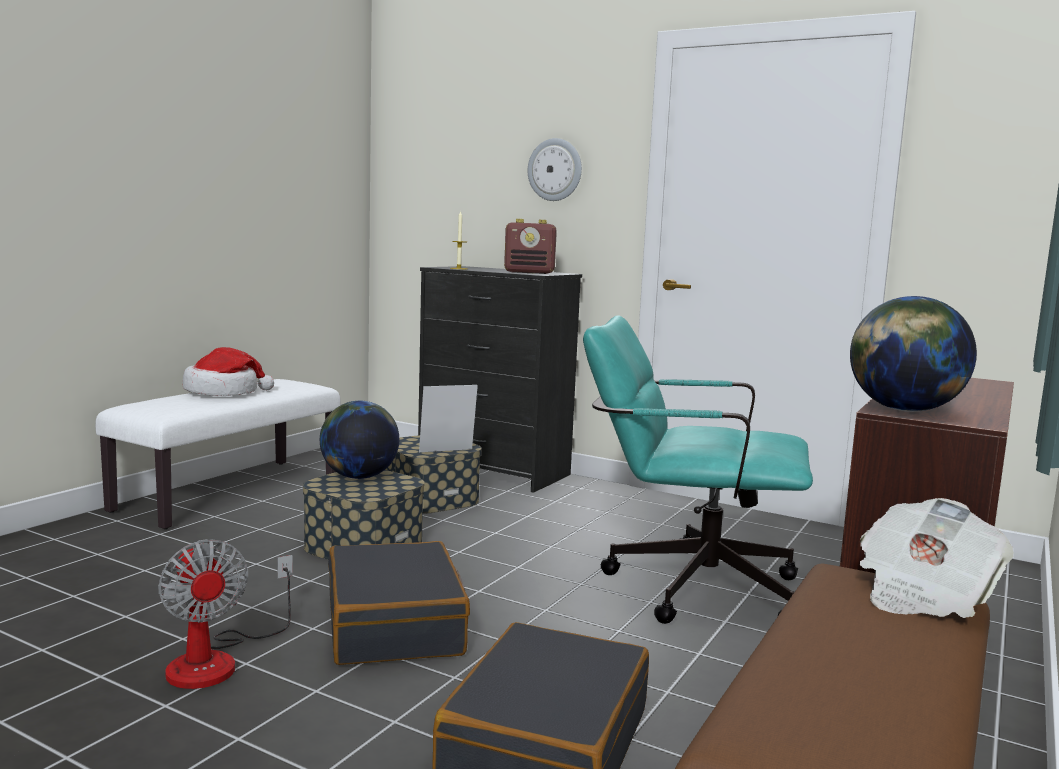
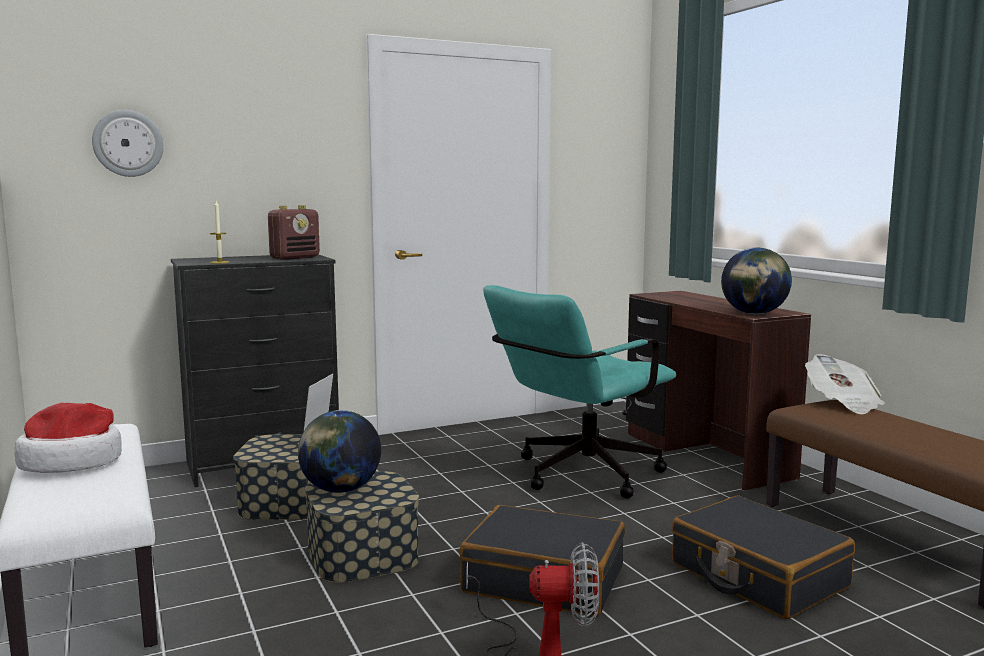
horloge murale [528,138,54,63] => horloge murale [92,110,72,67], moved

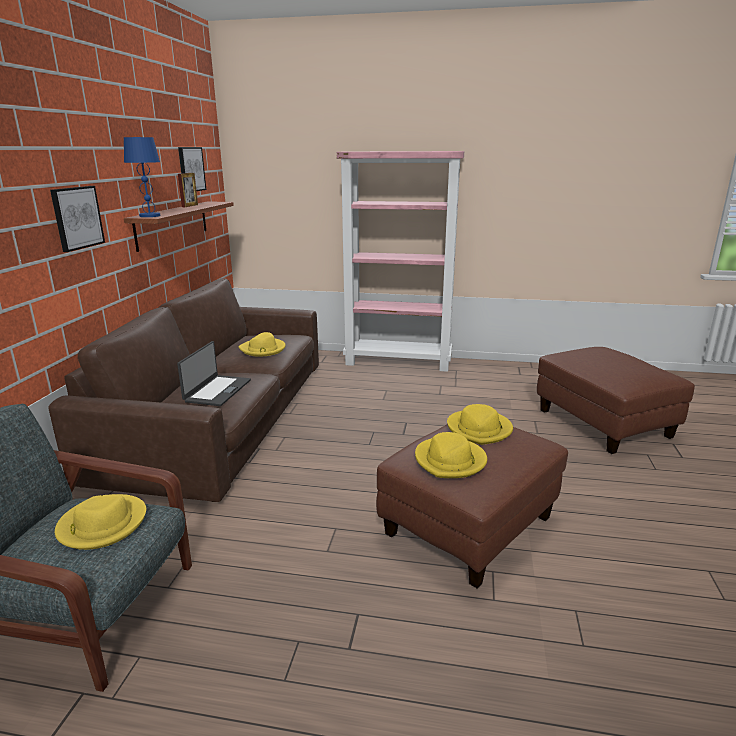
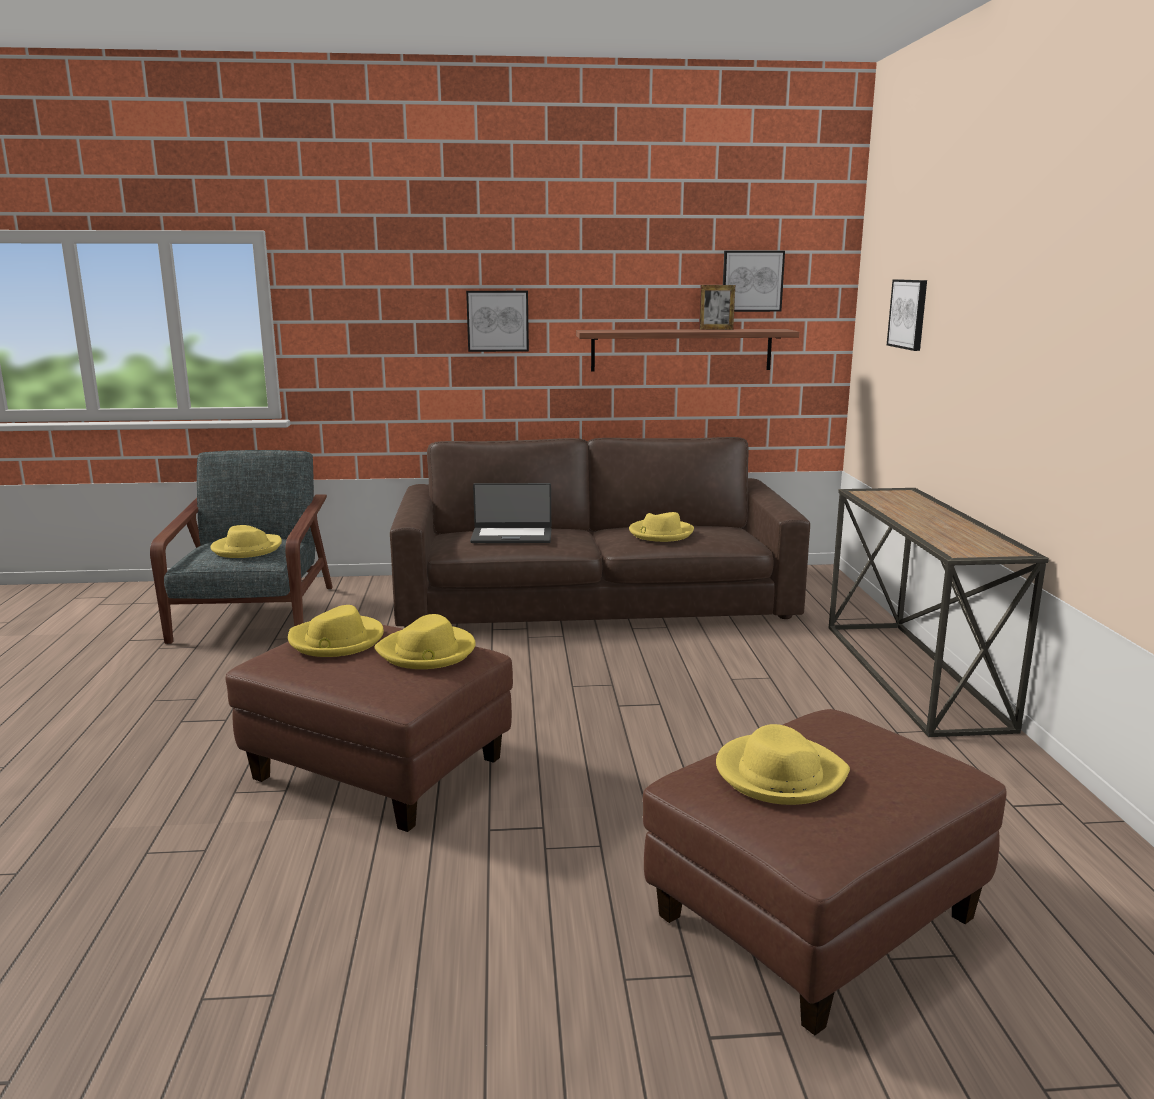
lampe de table/bleu [124,137,37,80] => nothing
bibliothèque/rose [337,151,127,221] => table console [829,488,220,249]
nothing => tableau [887,279,40,72]
nothing => chapeau/jaune [716,724,134,81]

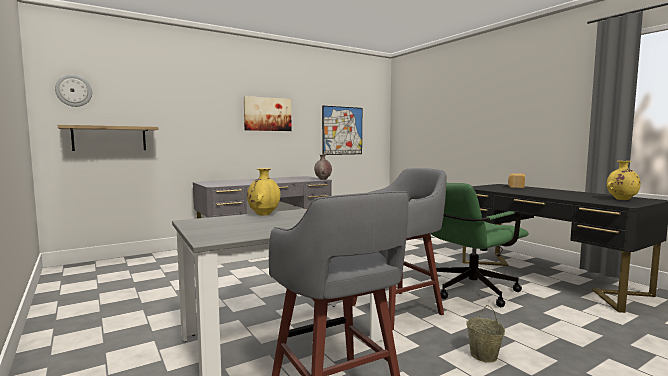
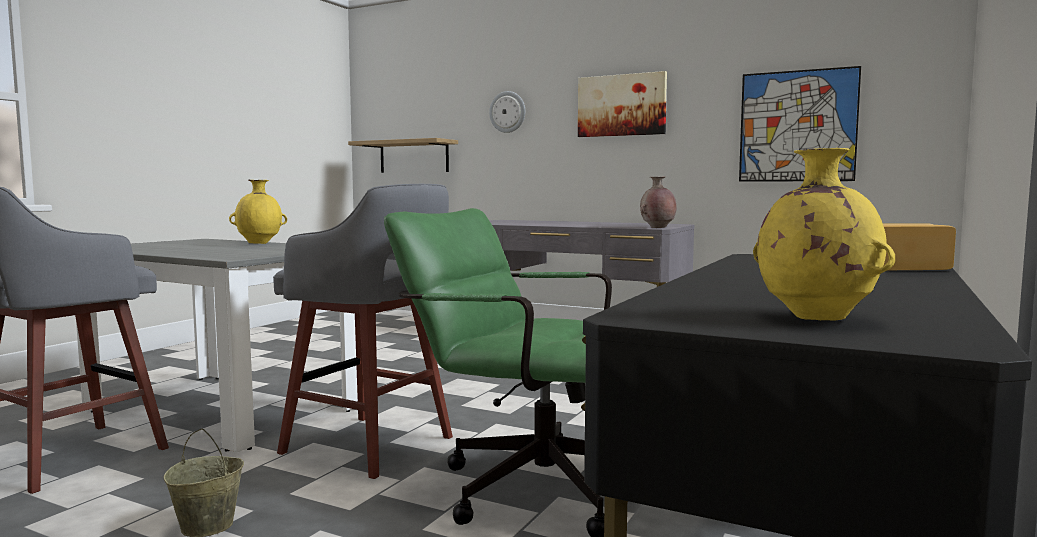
horloge murale [55,75,37,32] => horloge murale [489,91,36,42], moved

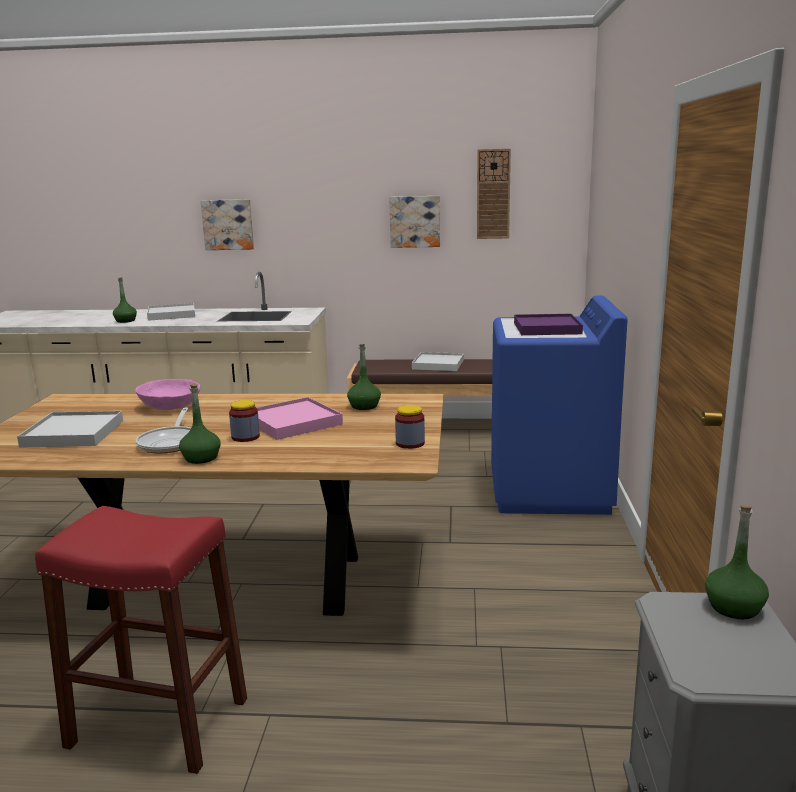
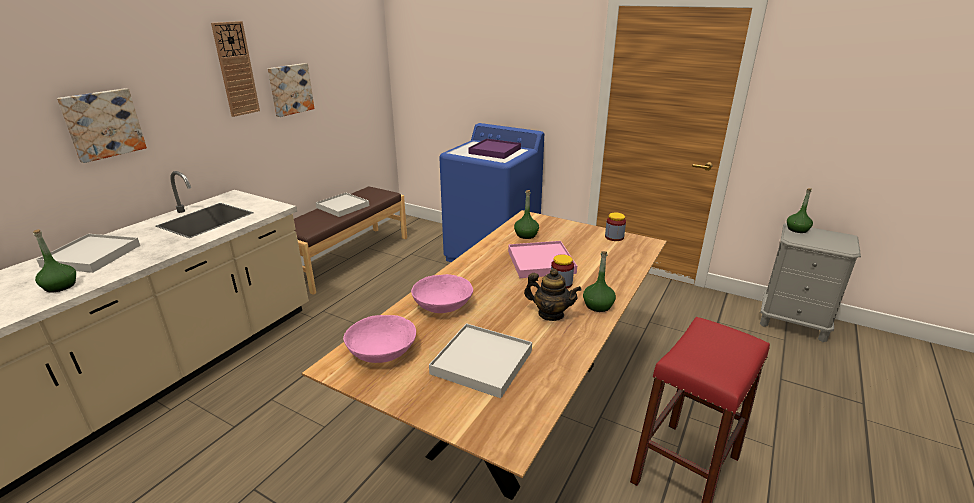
horloge murale [477,148,34,91] => horloge murale [211,21,49,96], moved
poêle [136,407,55,46] => théière [524,269,58,52]
nothing => bol/rose [343,315,73,48]

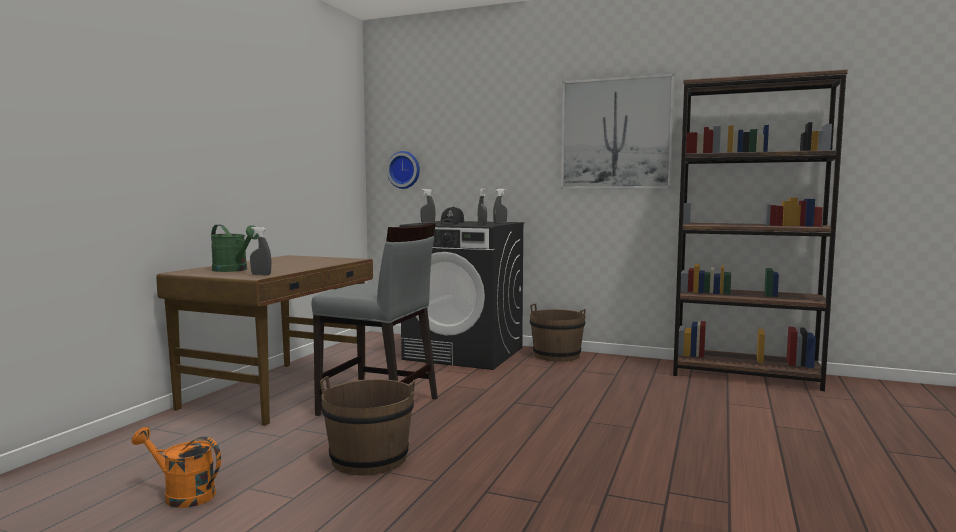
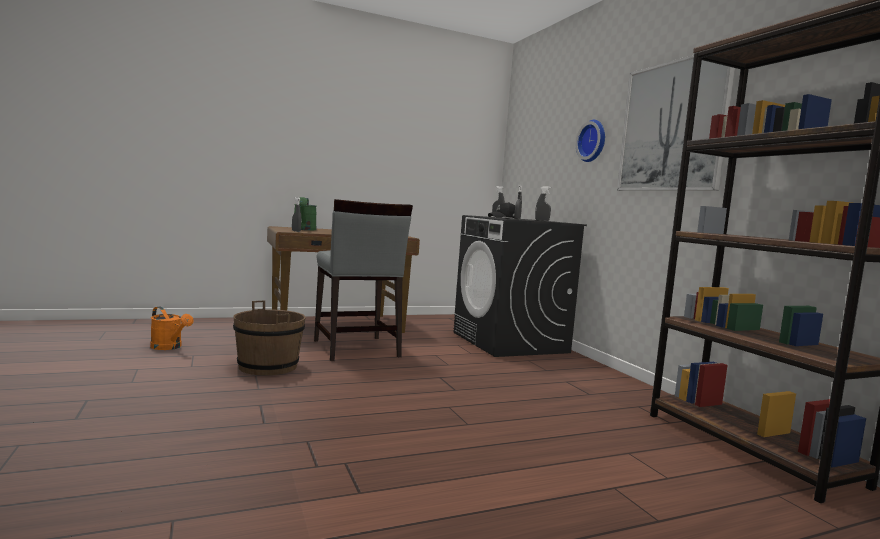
horloge murale [387,151,33,38] => horloge murale [576,120,29,42], moved
seau/marron [530,303,56,59] => nothing
arrosoir/orange [132,427,89,81] => arrosoir/orange [150,307,43,43], 150 degrees clockwise

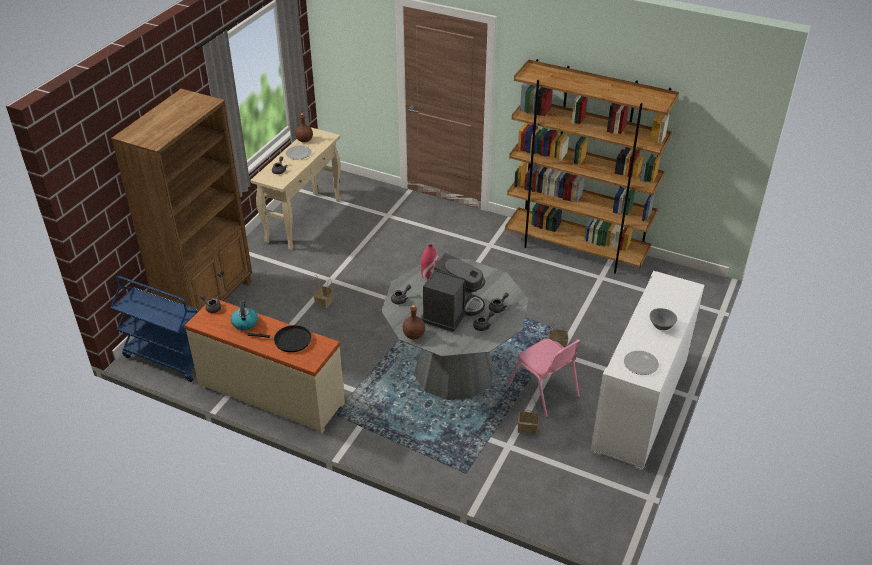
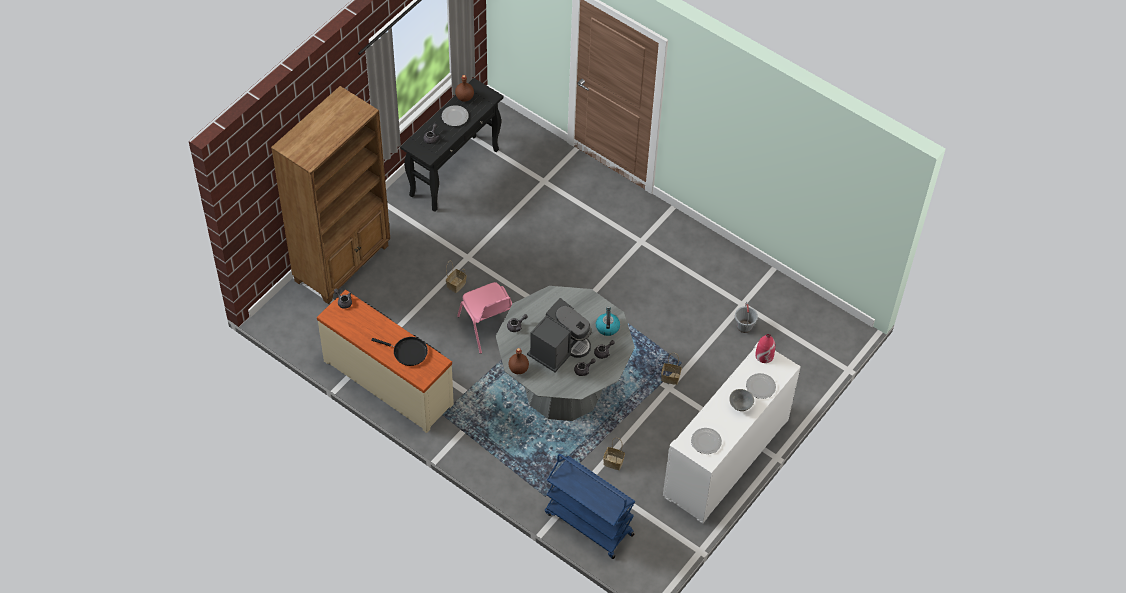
bibliothèque/marron [505,59,174,215] => nothing
table console/beige [250,127,91,123] => table console/noir [400,78,103,134]
vase/rouge [421,244,18,36] => vase/rouge [755,334,20,29], moved
chariot/bleu [110,276,89,106] => chariot/bleu [545,454,90,105], moved
bouilloire [231,301,27,29] => bouilloire [596,307,24,29], moved
chaise/rose [507,338,73,80] => chaise/rose [457,282,55,72], moved
nothing => seau/gris [735,302,23,31]
nothing => assiette [746,373,30,26]

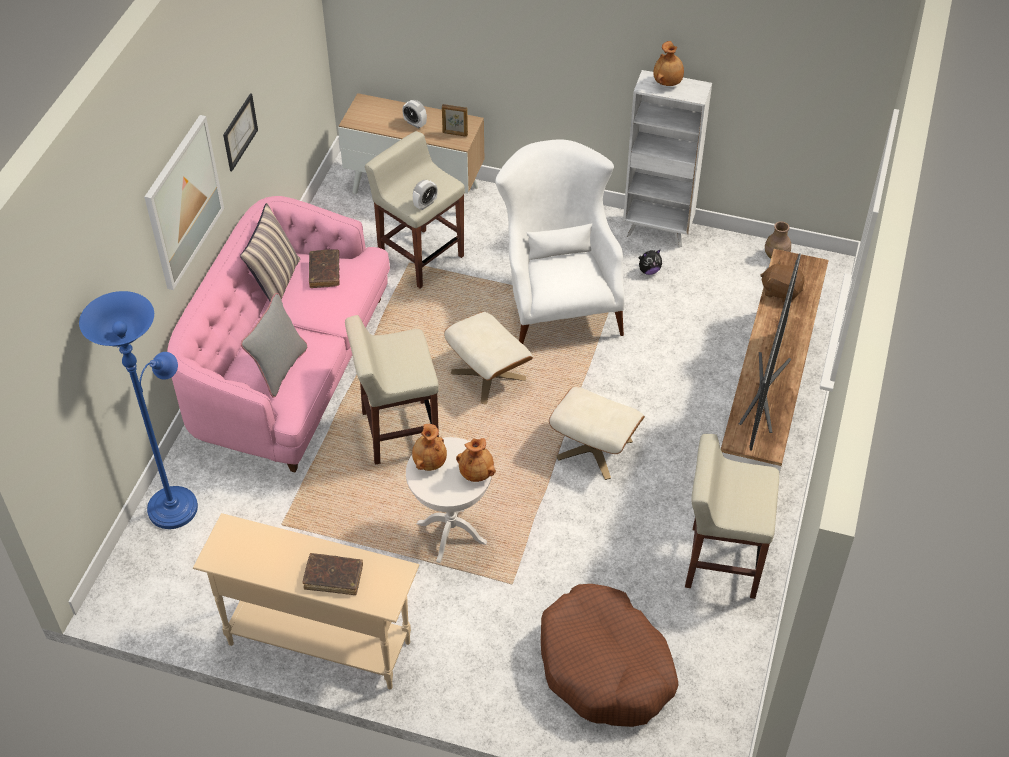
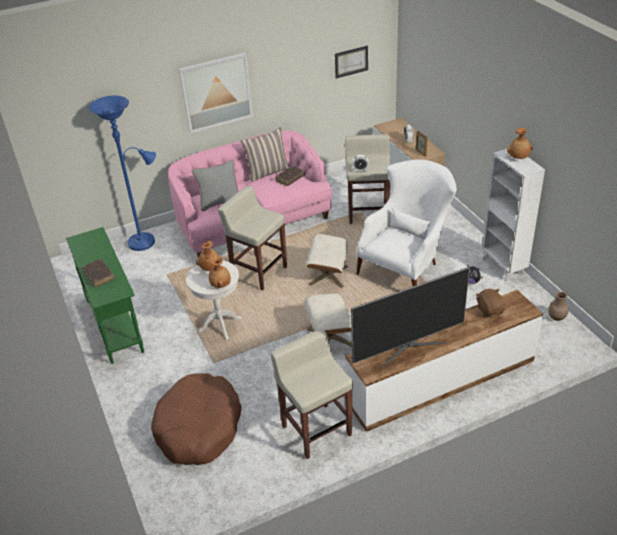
tableau [223,94,35,77] => tableau [335,46,33,33], moved
table console/beige [193,513,226,177] => table console/vert [66,227,78,137]

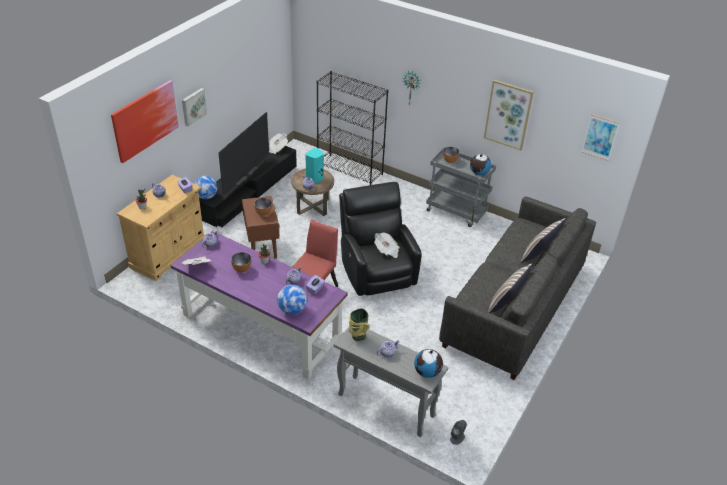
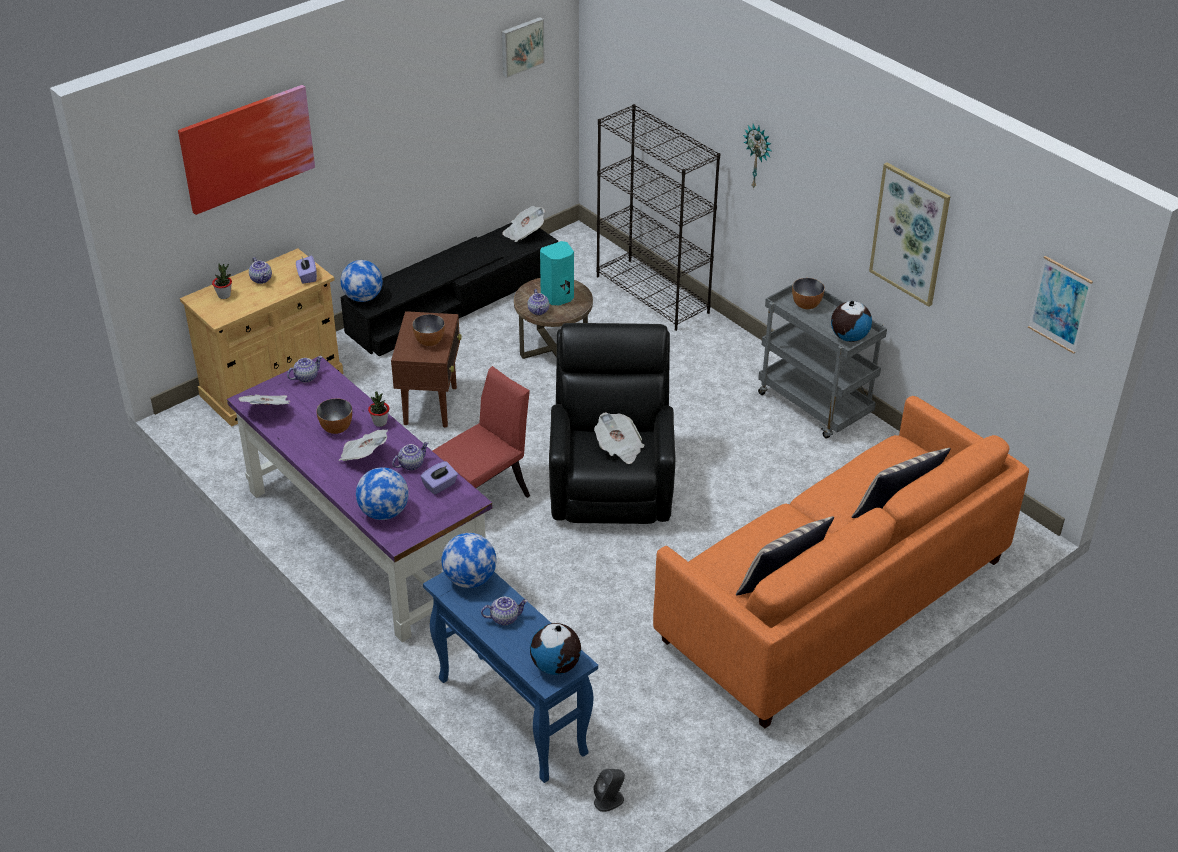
tableau [182,88,25,39] => tableau [502,17,43,61], moved
téléviseur [218,112,51,83] => nothing
canapé/gris [439,196,157,184] => canapé/orange [653,396,376,333]
vase [349,308,21,33] => globe [441,533,55,55]
table console/gris [334,327,114,110] => table console/bleu [423,572,175,211]
nothing => journal [339,429,49,32]

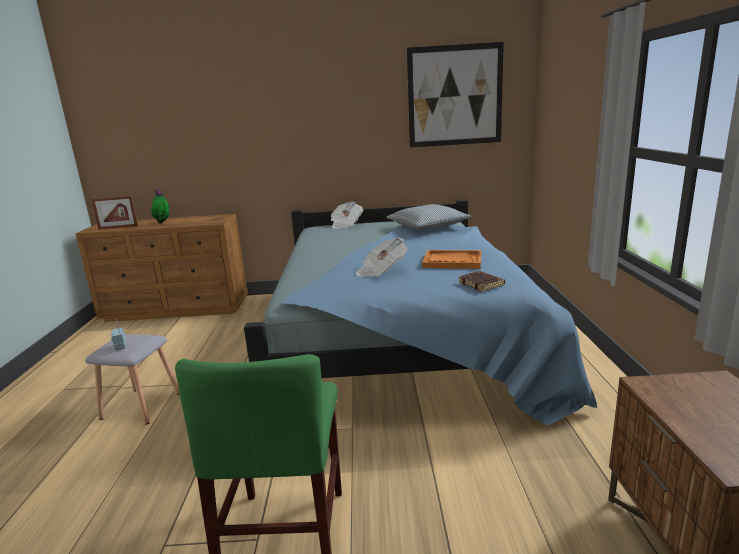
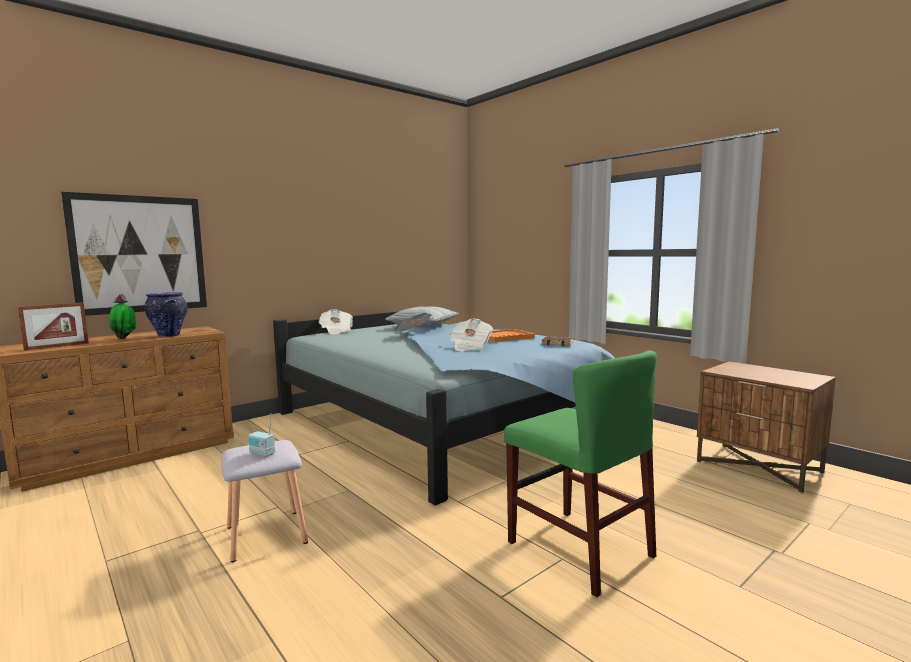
tableau [407,42,97,106] => tableau [61,192,146,124], moved
nothing => vase [145,292,43,45]
nothing => journal [394,313,37,18]

